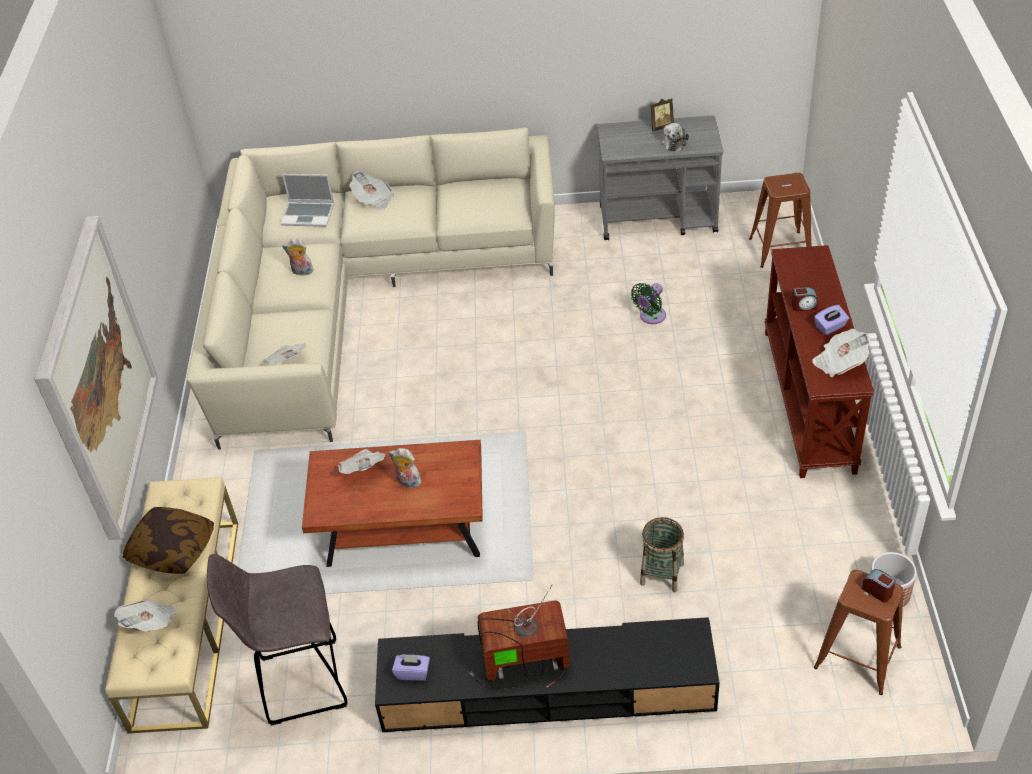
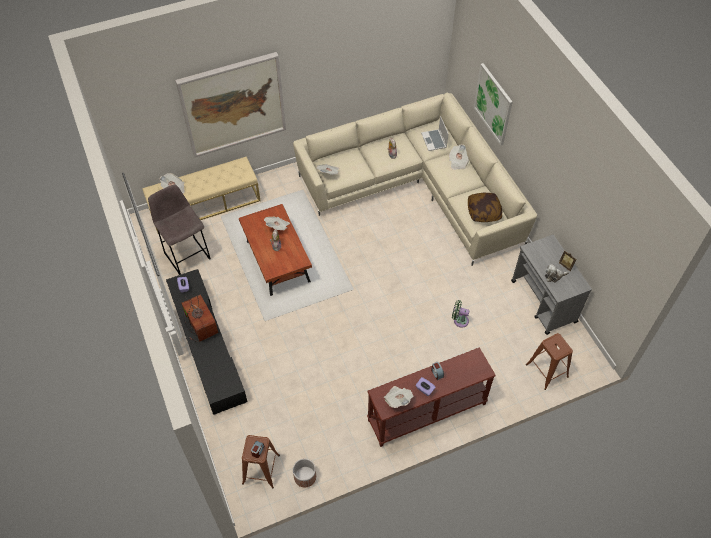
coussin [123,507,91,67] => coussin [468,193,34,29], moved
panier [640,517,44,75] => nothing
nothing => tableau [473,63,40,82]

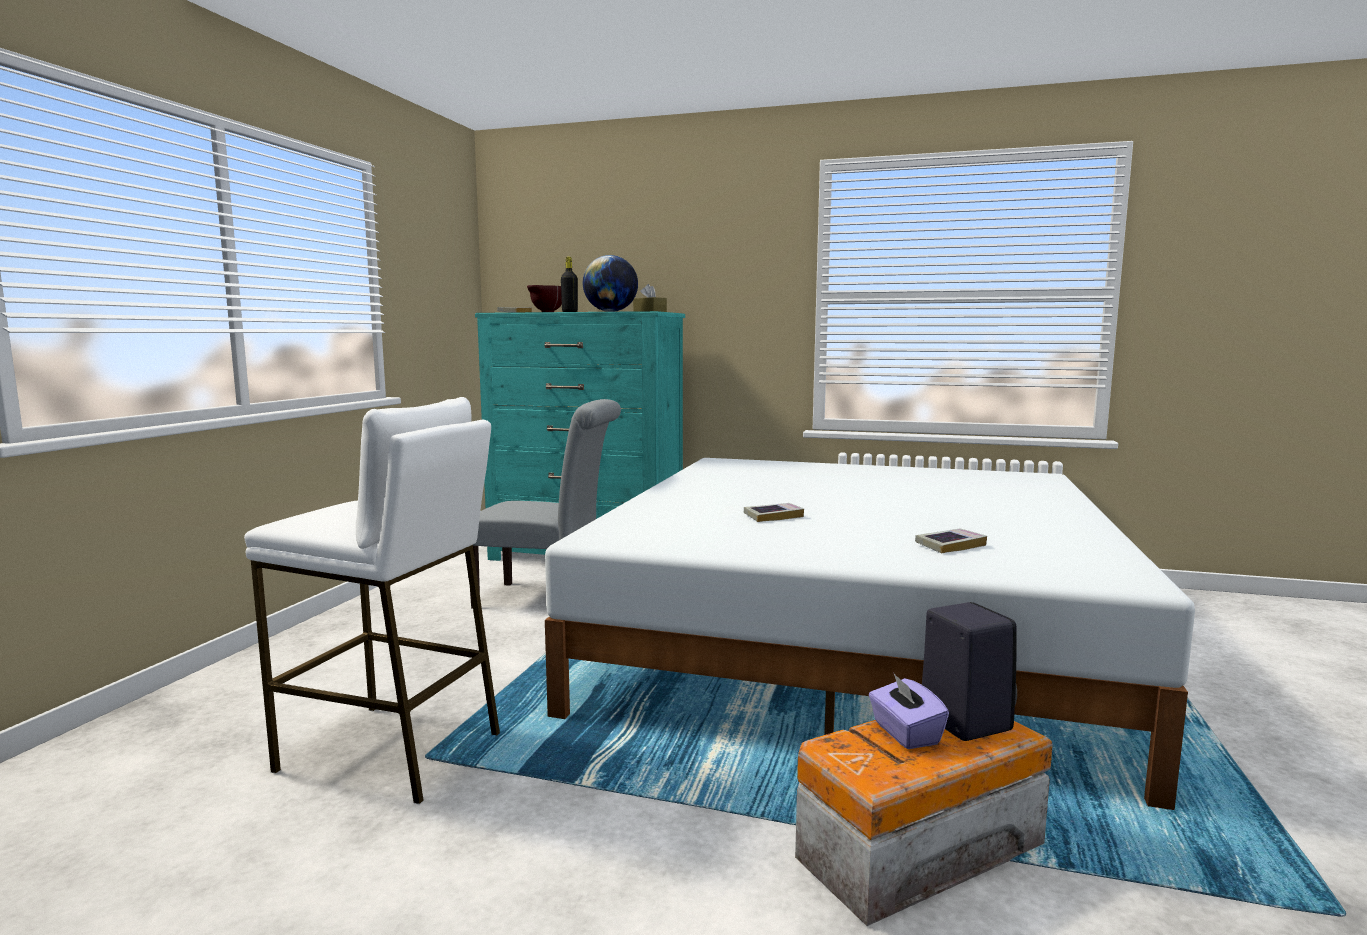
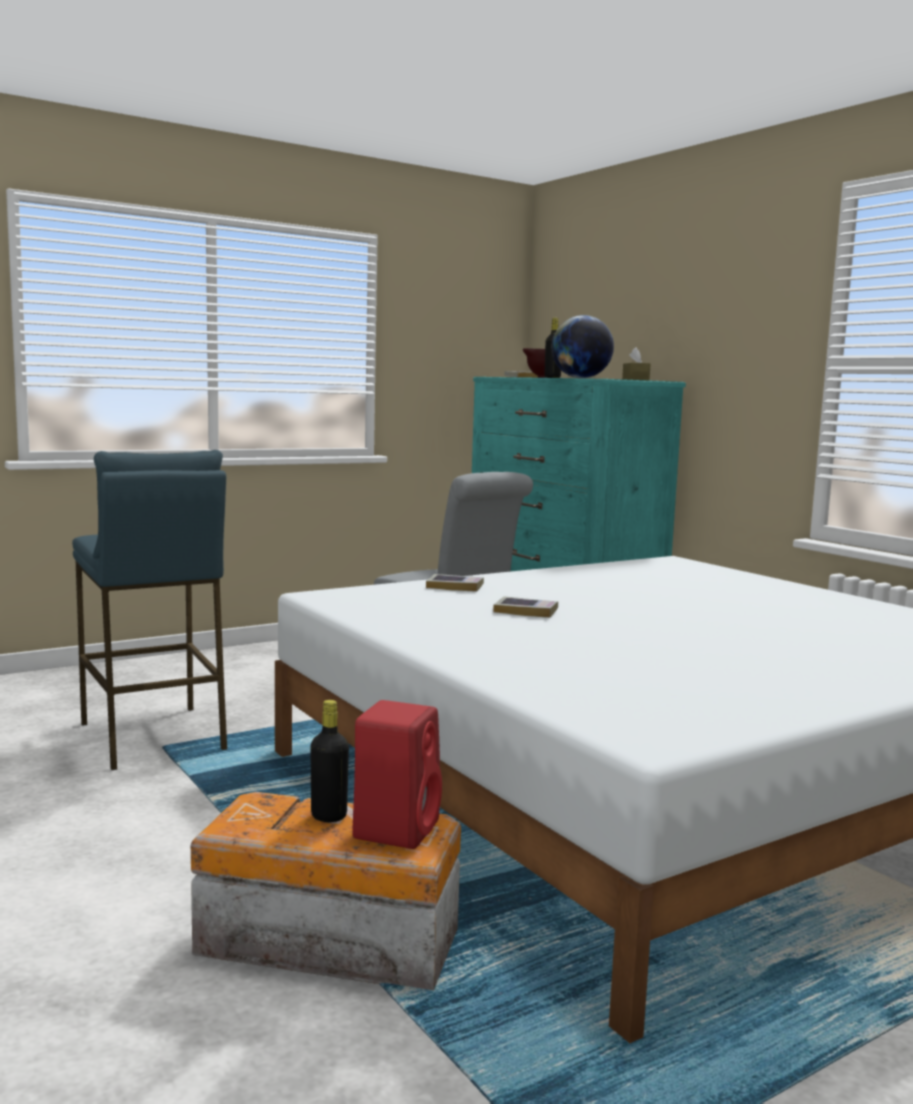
tabouret/blanc [244,397,256,408] => tabouret/bleu [72,450,155,320]
livre [915,528,72,26] => livre [426,574,58,18], moved
enceinte/noir [922,602,95,139] => enceinte/rouge [352,700,90,149]
boîte à mouchoirs/violet [869,674,80,75] => bouteille/noir [310,700,39,122]

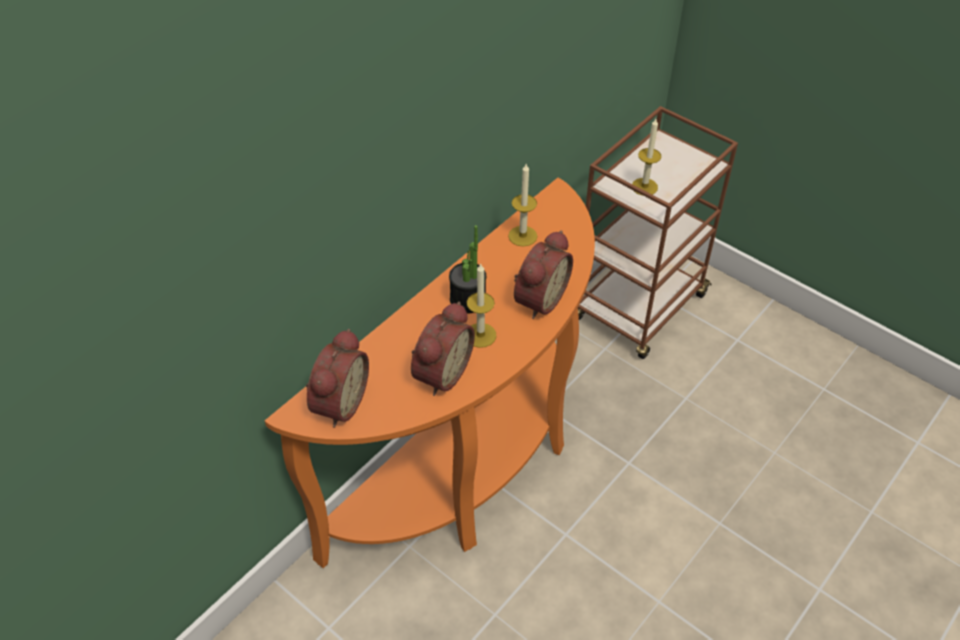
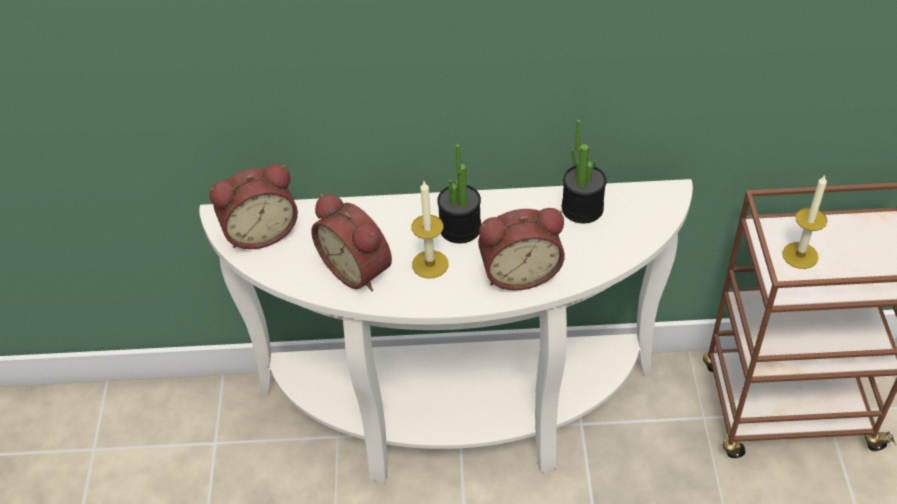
bougie [508,164,29,82] => plante en pot [562,119,44,104]
table console/orange [265,178,330,390] => table console/blanc [199,179,494,304]
réveil [411,302,64,94] => réveil [311,194,81,97], 60 degrees clockwise

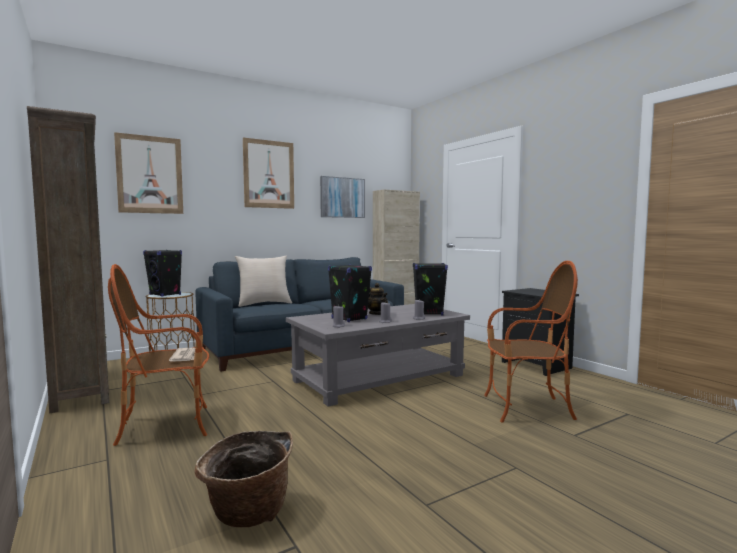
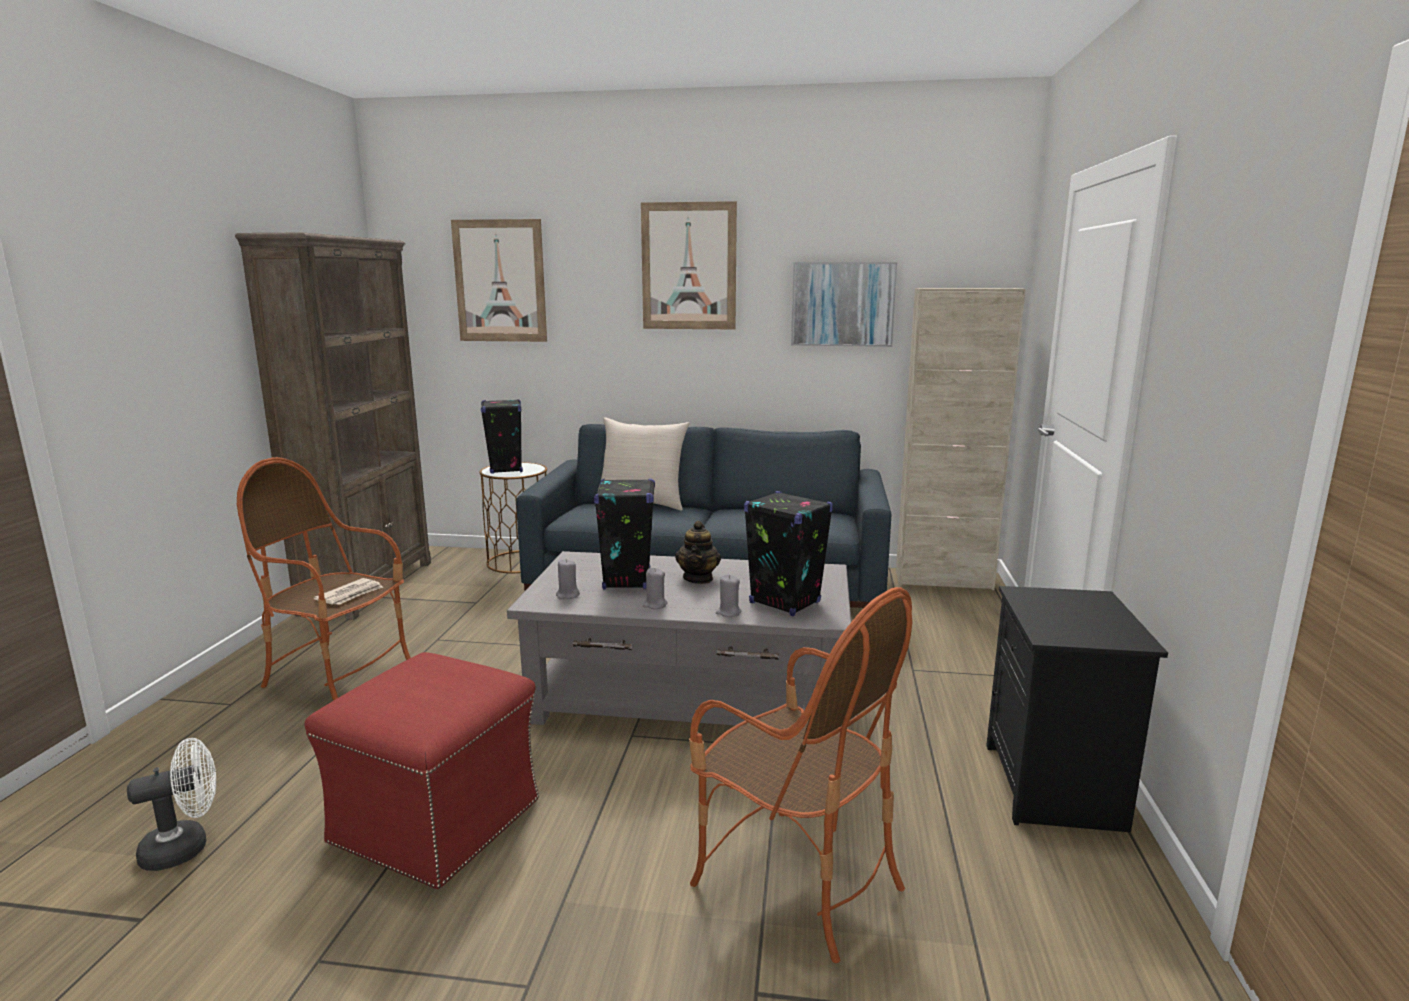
panier [195,431,98,96] => ventilateur/blanc [127,738,89,133]
nothing => pouf/rouge [304,652,235,237]

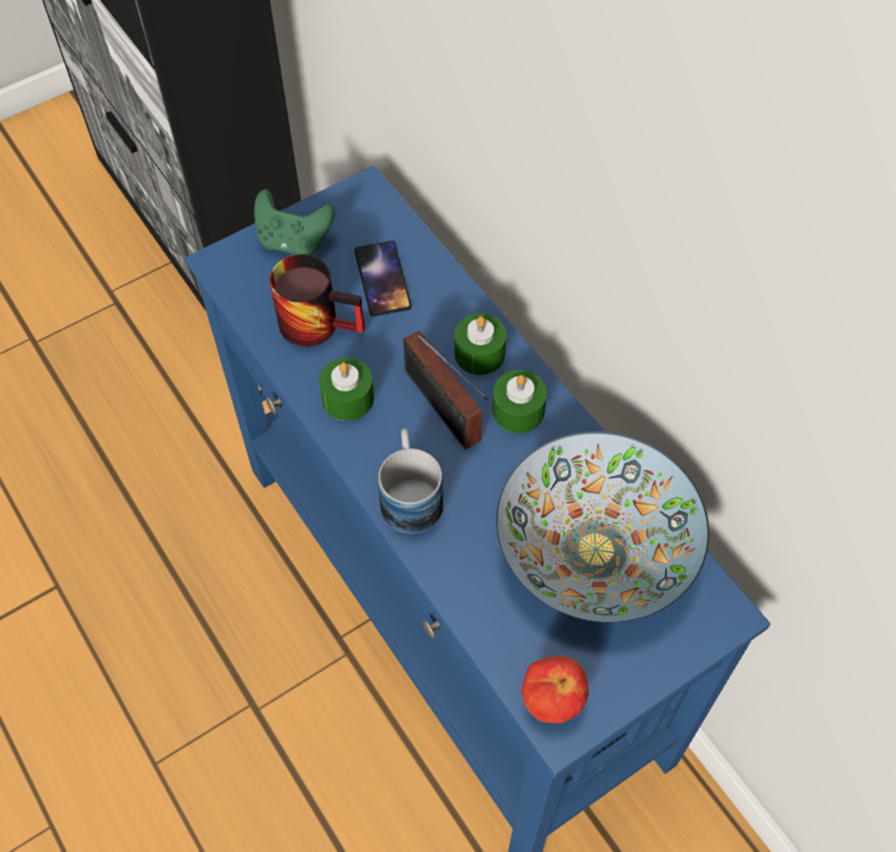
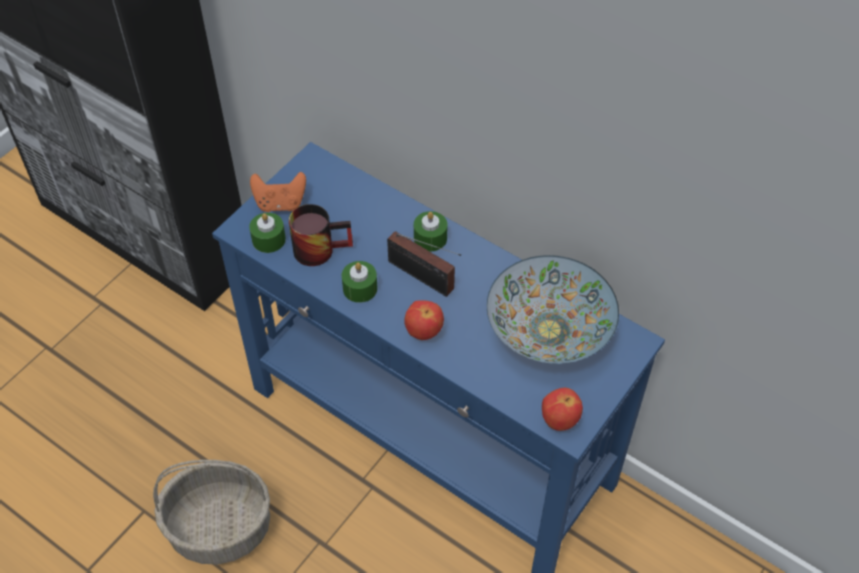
manette/vert [254,189,81,66] => manette/orange [250,172,56,40]
téléphone [354,241,58,75] => nothing
bougie/vert [492,370,55,63] => bougie/vert [249,213,37,40], moved
mug [378,429,65,105] => pomme [404,300,40,40]
nothing => panier [153,460,117,104]

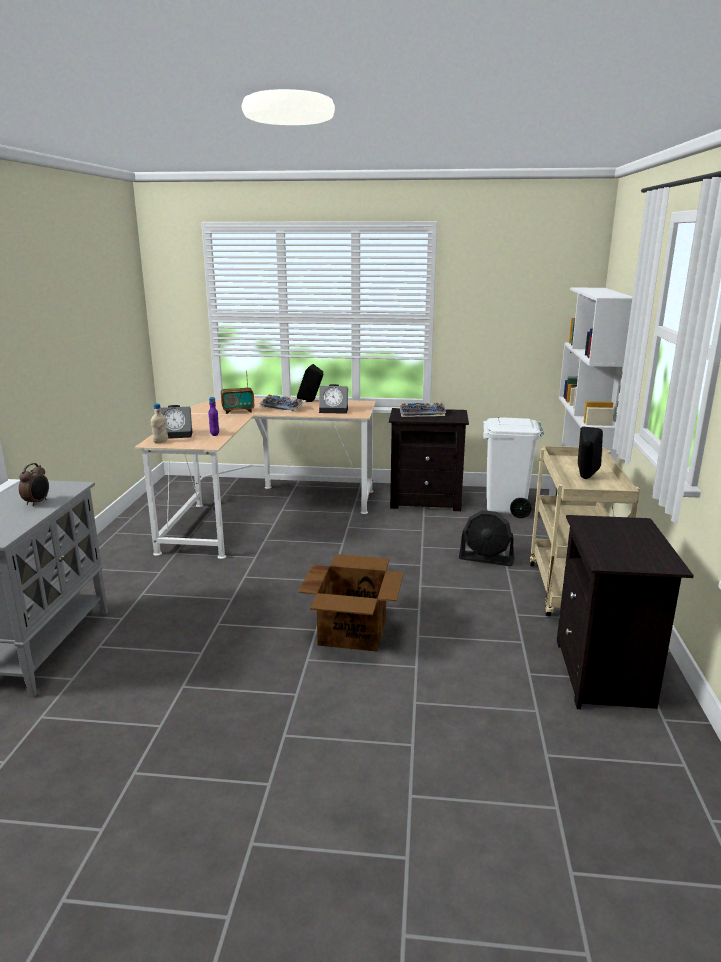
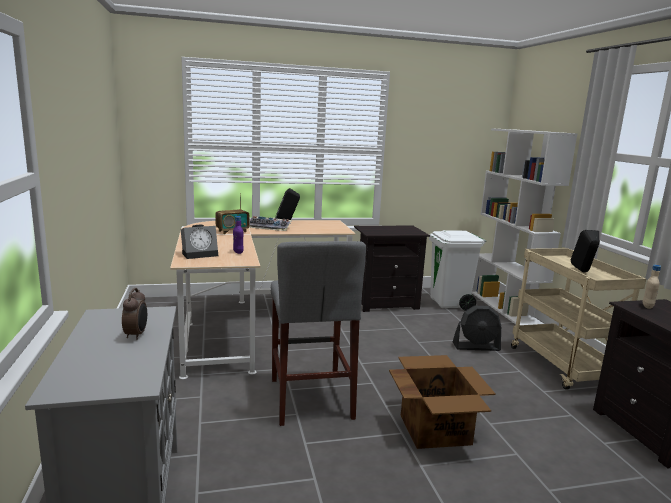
réveil [319,384,29,30] => nothing
bouteille/beige [151,403,17,41] => bouteille/beige [643,265,18,44], moved
clavier [399,403,47,14] => nothing
nothing => tabouret/gris [271,241,95,185]

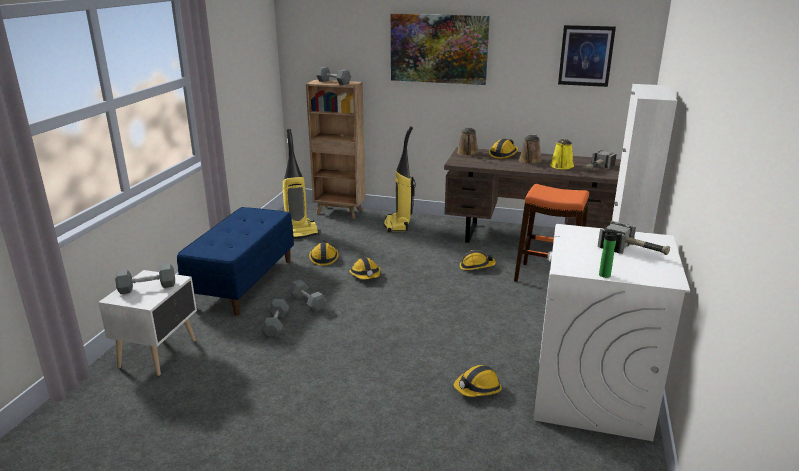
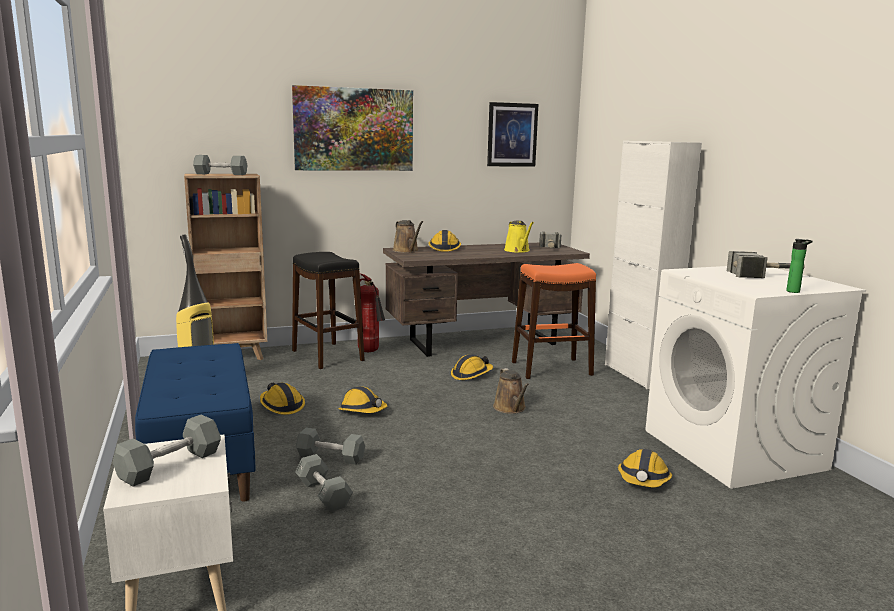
aspirateur [384,126,32,106] => tabouret/noir [292,252,73,117]
arrosoir/marron [519,134,23,30] => arrosoir/marron [493,368,36,46], moved
nothing => extincteur [358,274,27,78]

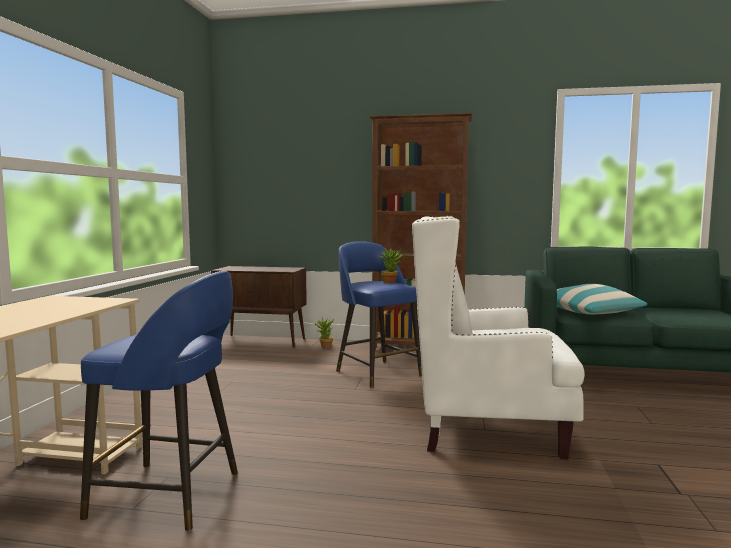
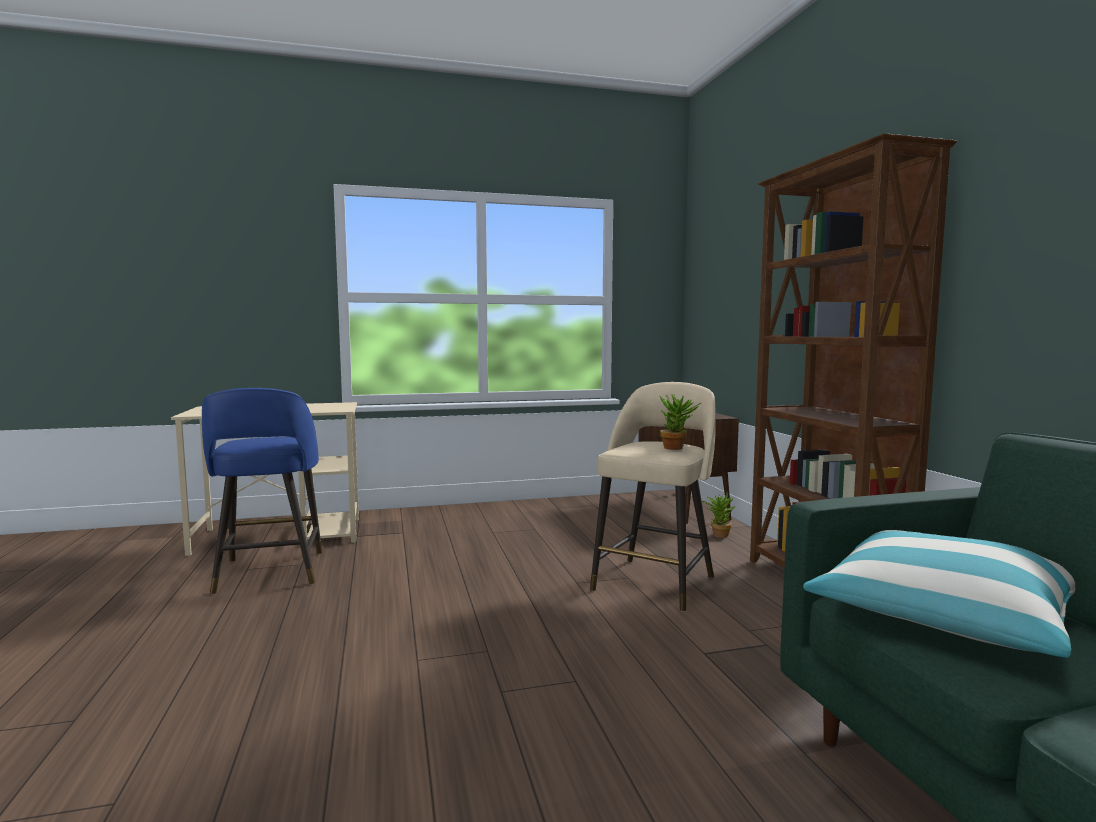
fauteuil/blanc [412,216,173,243] => nothing
tabouret/bleu [336,241,86,147] => tabouret/beige [590,382,126,230]

